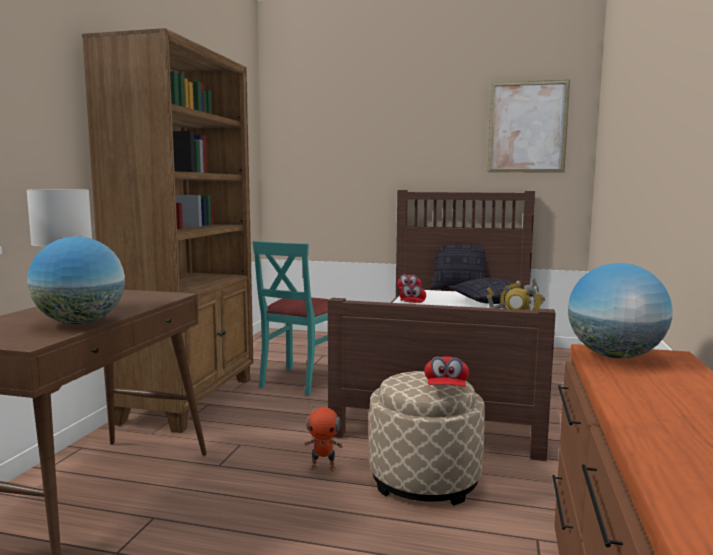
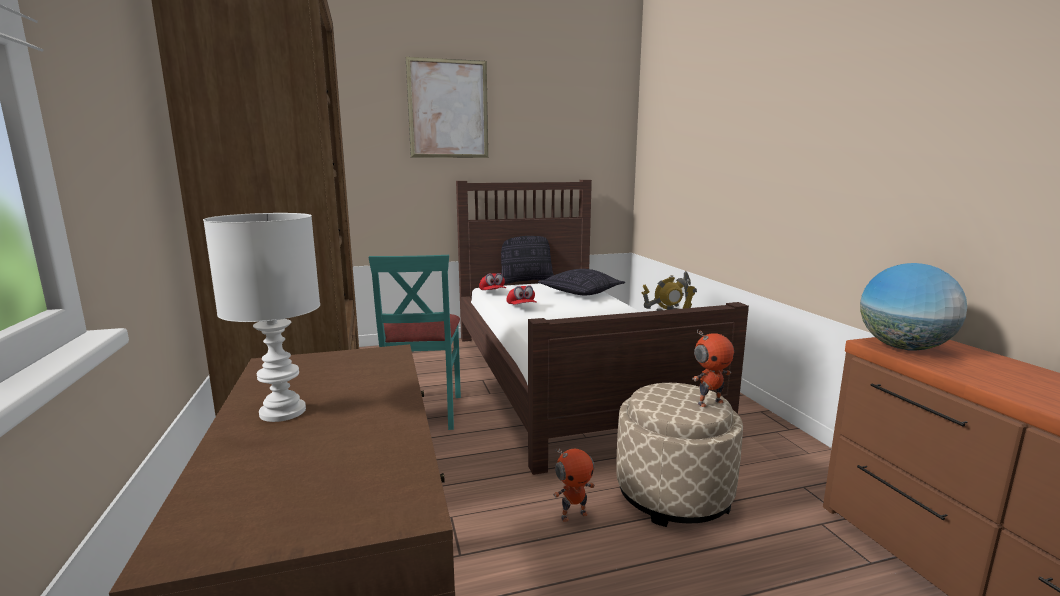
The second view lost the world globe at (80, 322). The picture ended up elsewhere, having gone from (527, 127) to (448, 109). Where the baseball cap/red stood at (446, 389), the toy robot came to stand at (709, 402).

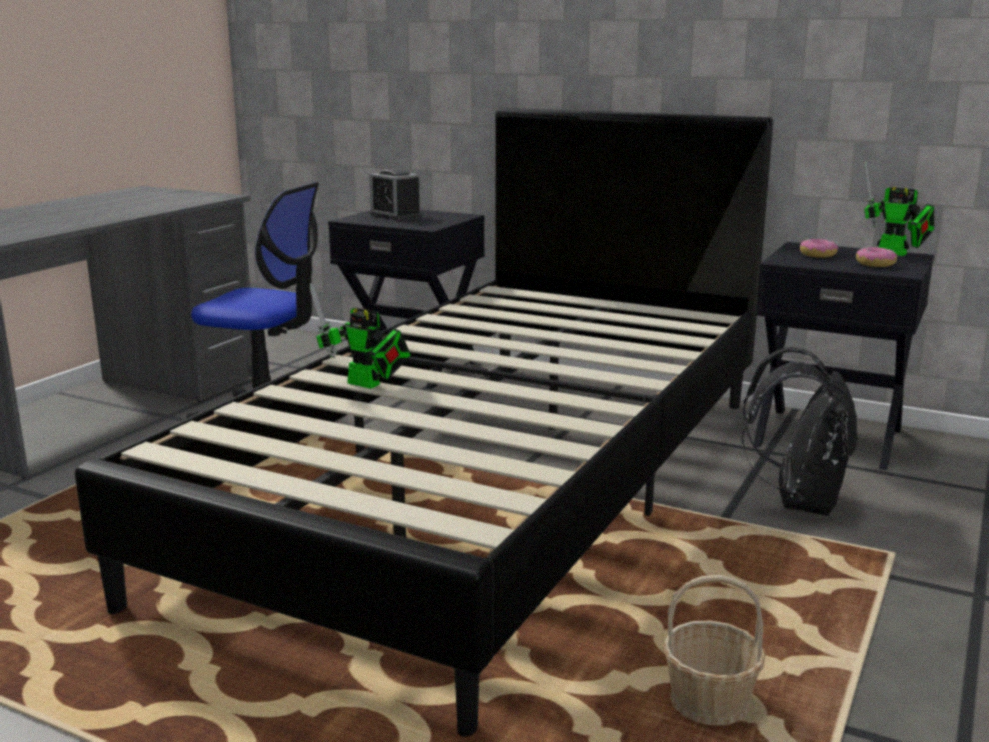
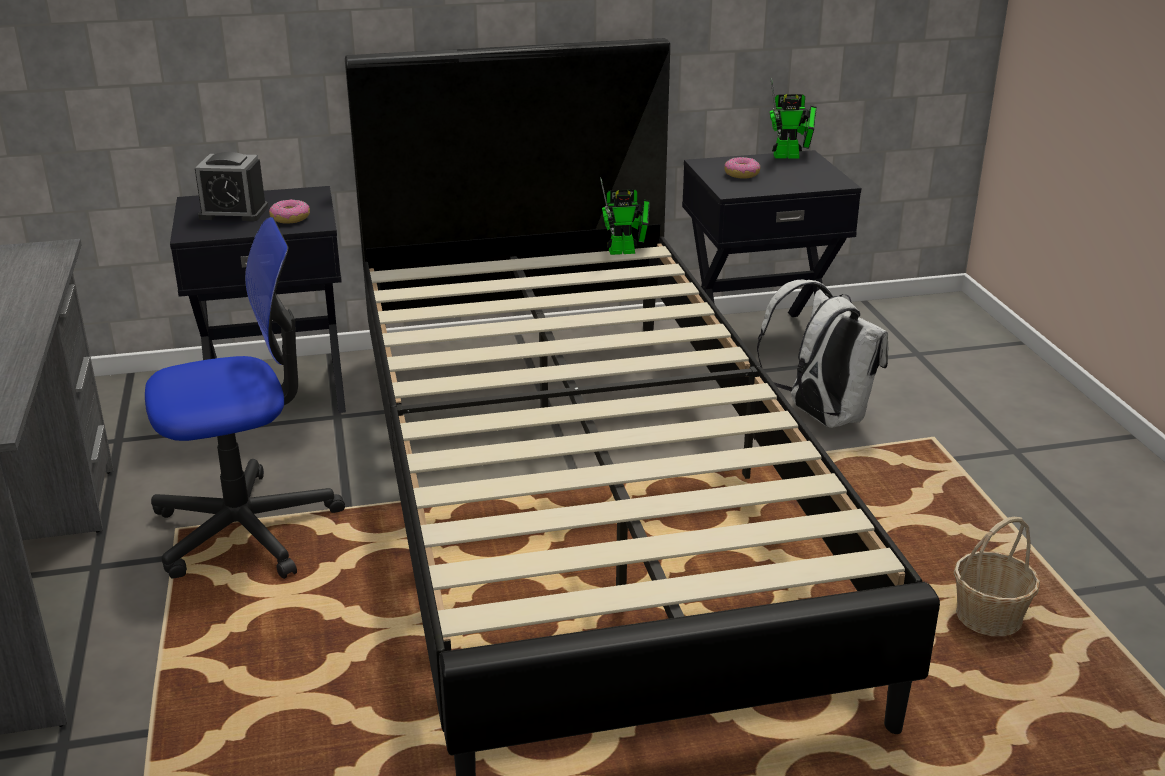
The toy robot ended up elsewhere, having gone from (368, 385) to (626, 251). The ring doughnut ended up elsewhere, having gone from (875, 264) to (290, 218). What was the rucksack/black-coloured at (799, 502) turned into the rucksack/whitish at (820, 416).

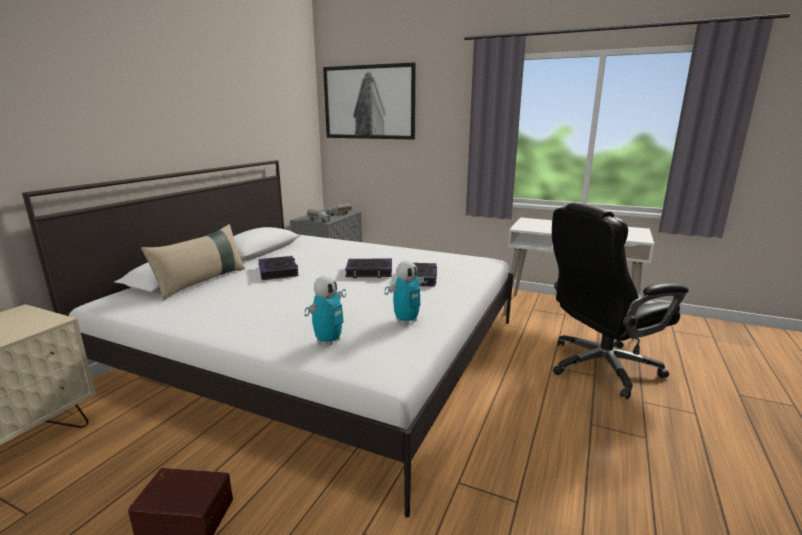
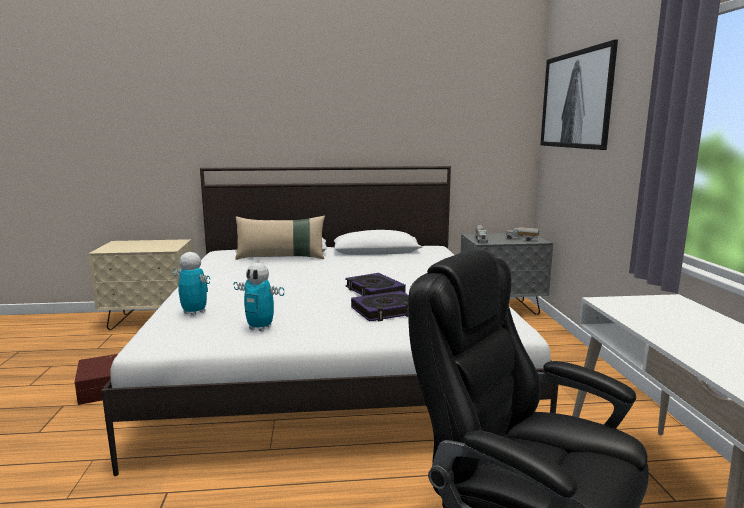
The second view lost the bound book at (278, 271). The toy robot at (328, 341) ended up facing another way, 150 degrees counterclockwise from before.

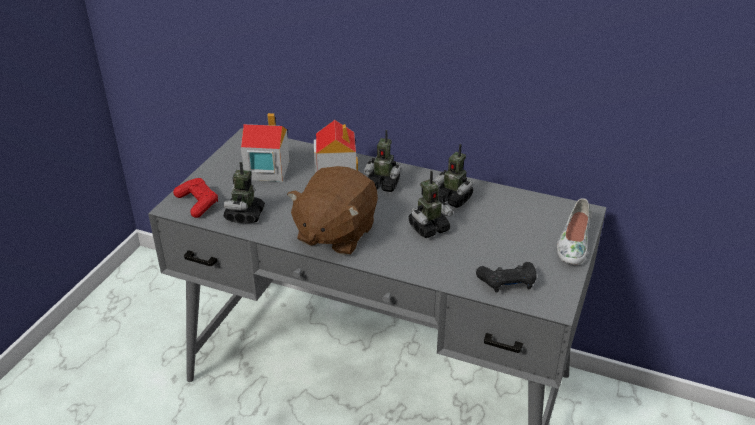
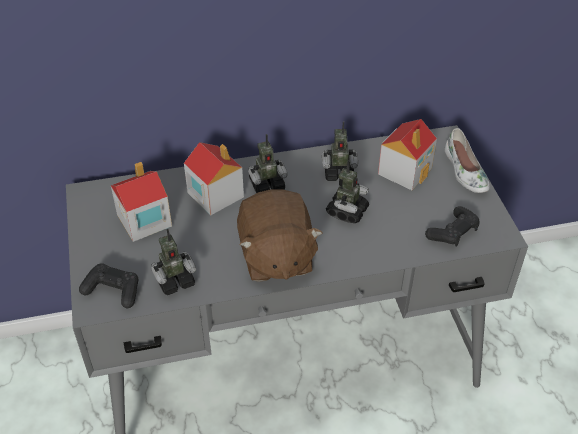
The second view gained the miniature house at (405, 170). What was the game controller/red at (197, 203) turned into the game controller/black-coloured at (113, 290). The toy robot at (245, 215) ended up facing another way, 90 degrees counterclockwise from before.

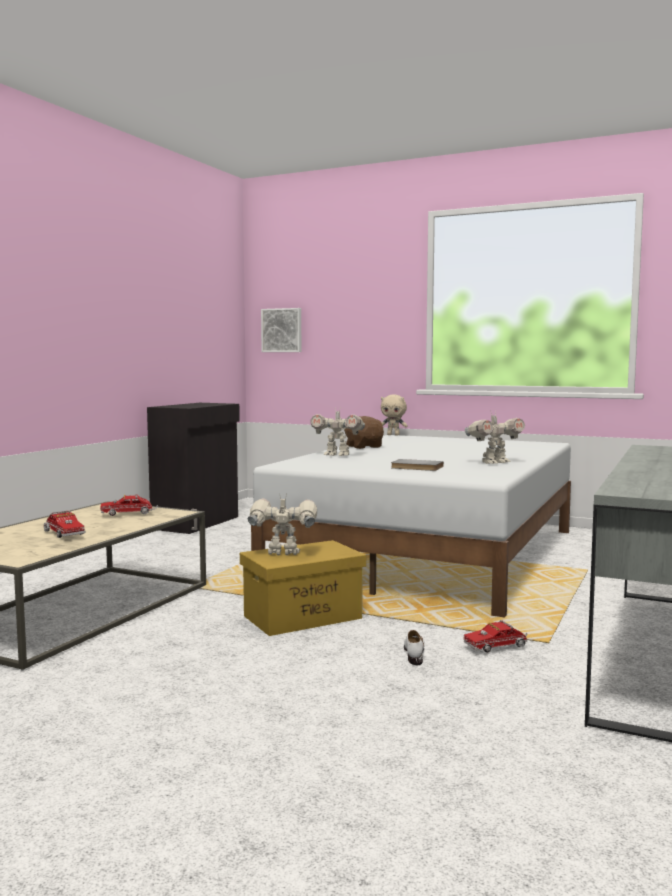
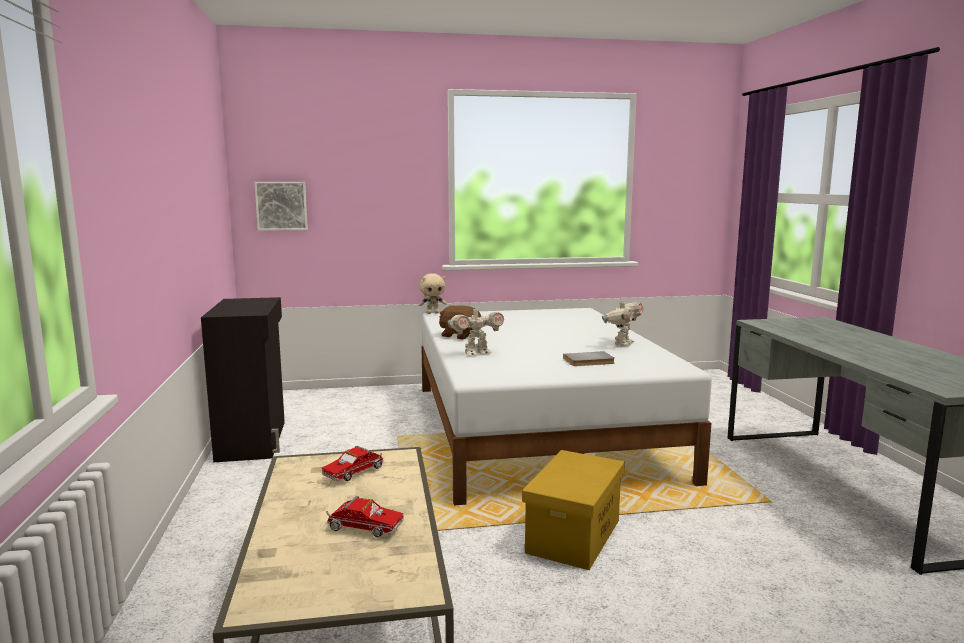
The second view lost the toy robot at (283, 554). The second view lost the low shoe/whitish at (414, 653). The second view lost the toy truck at (497, 647).

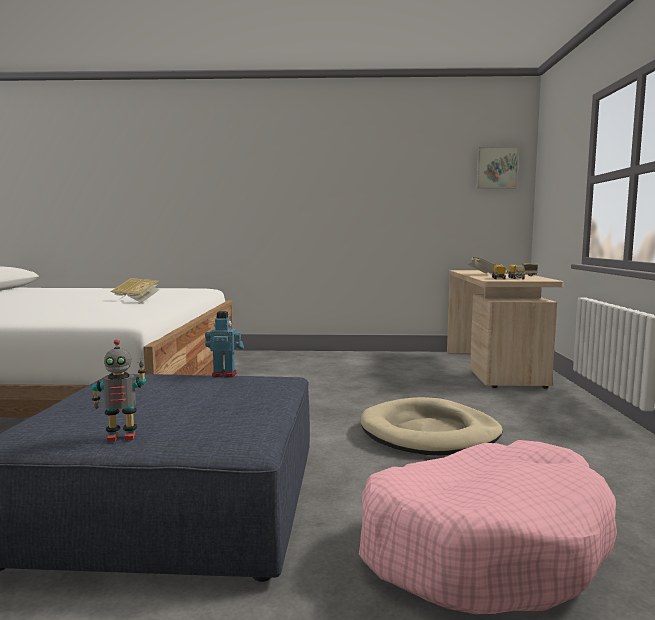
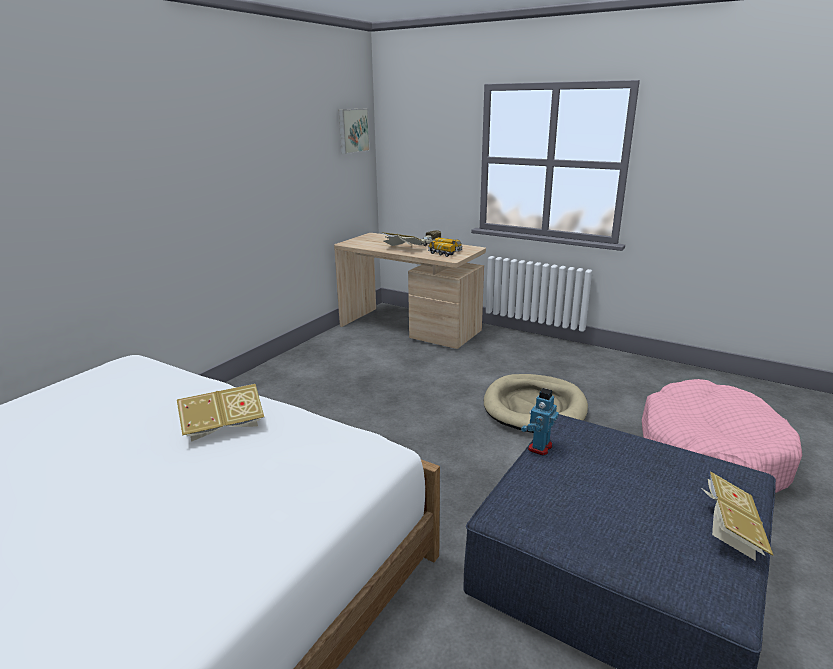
Where the toy robot stood at (121, 437), the bound book came to stand at (730, 531).

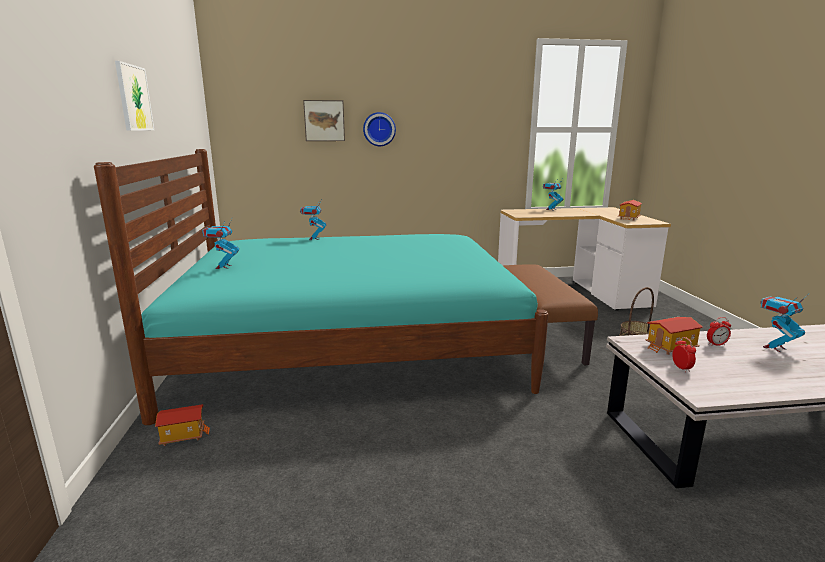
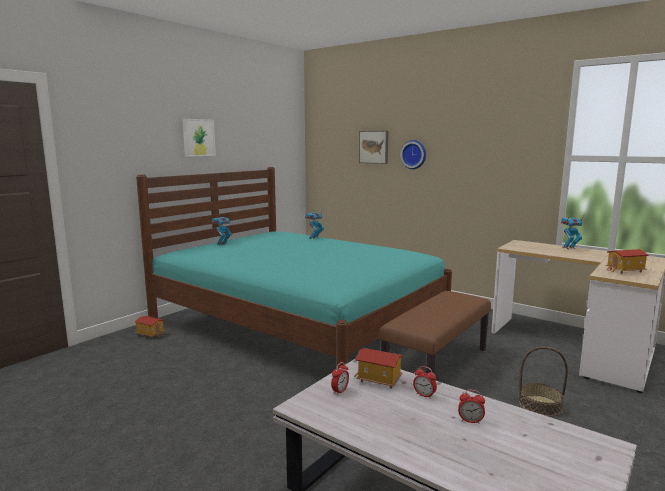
Where the toy robot stood at (774, 348), the bedside clock came to stand at (470, 421).

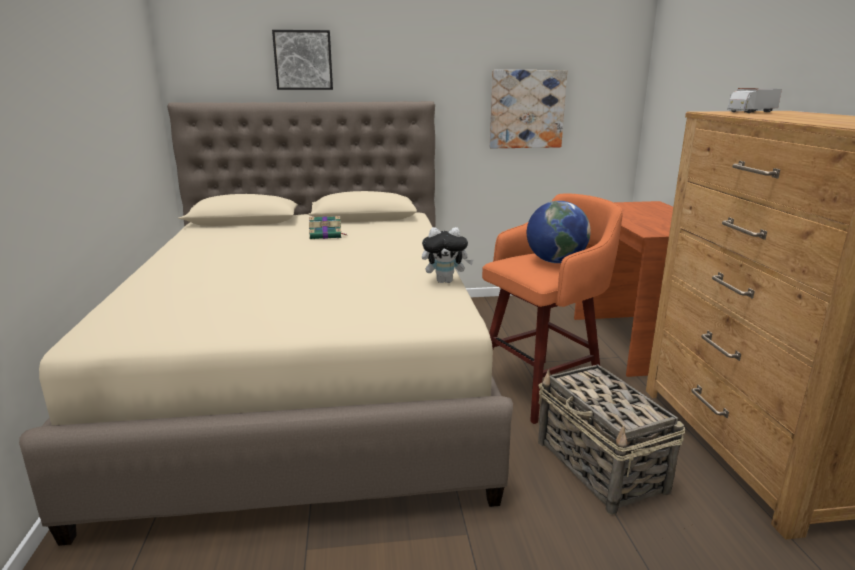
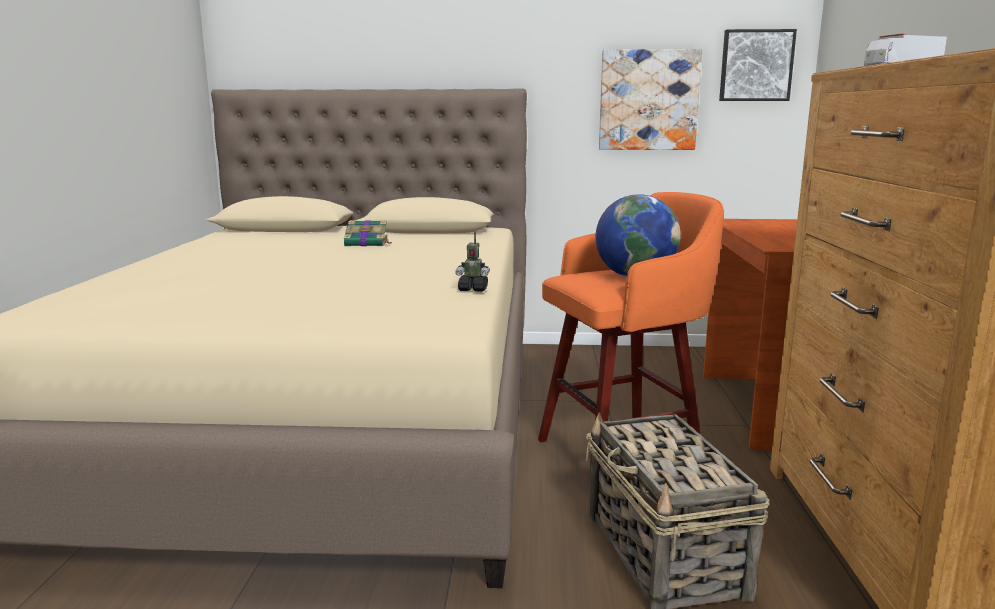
The picture ended up elsewhere, having gone from (303, 60) to (756, 66). Where the cuddly toy stood at (445, 281), the toy robot came to stand at (473, 289).

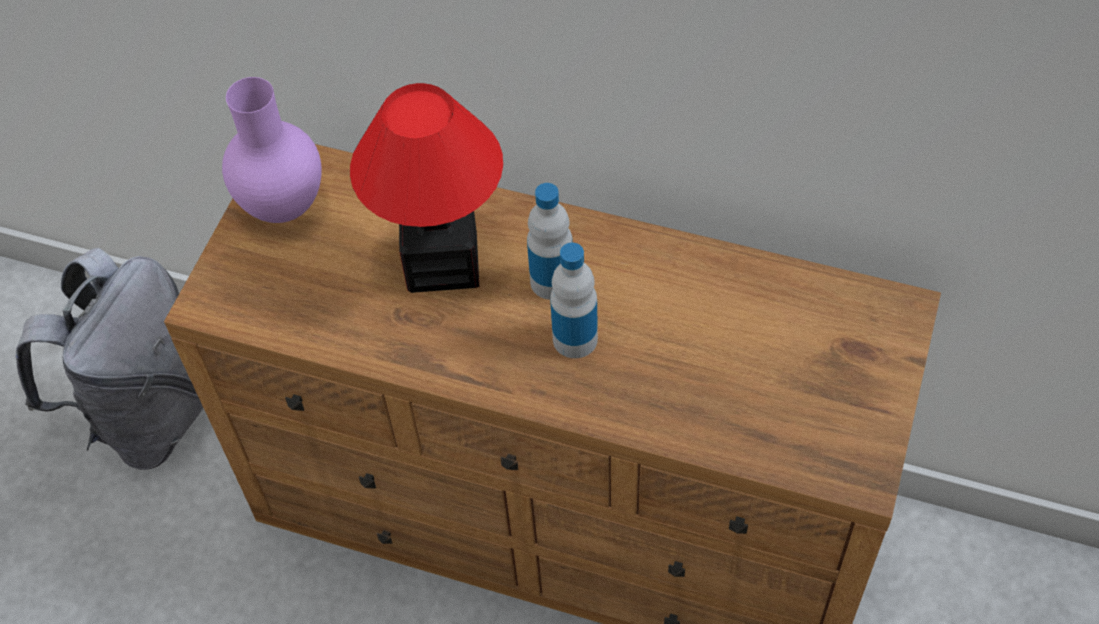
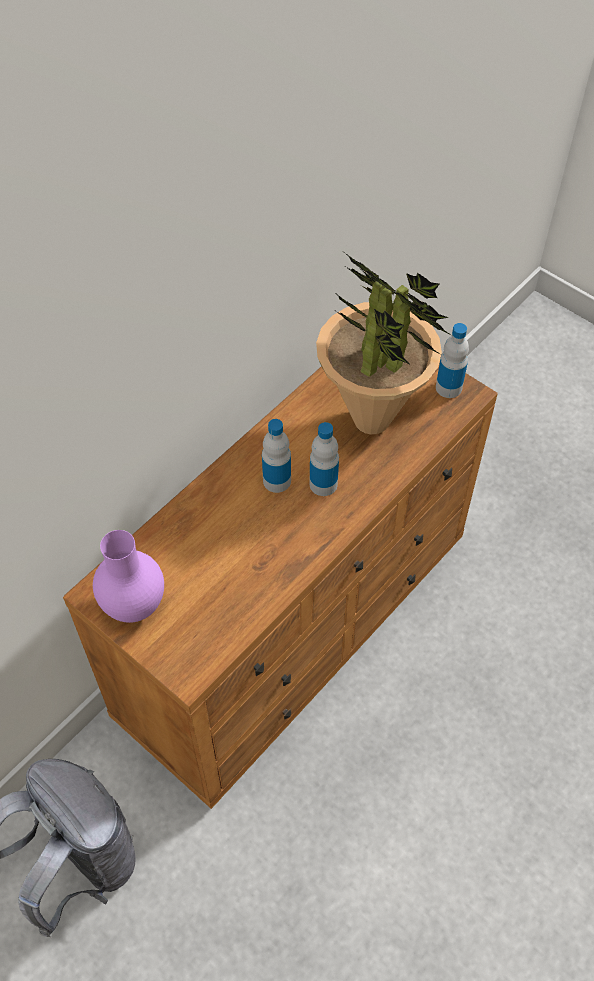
The second view lost the tabletop lamp at (441, 262). The second view gained the plant in a pot at (372, 420). The second view gained the beverage bottle at (448, 387).

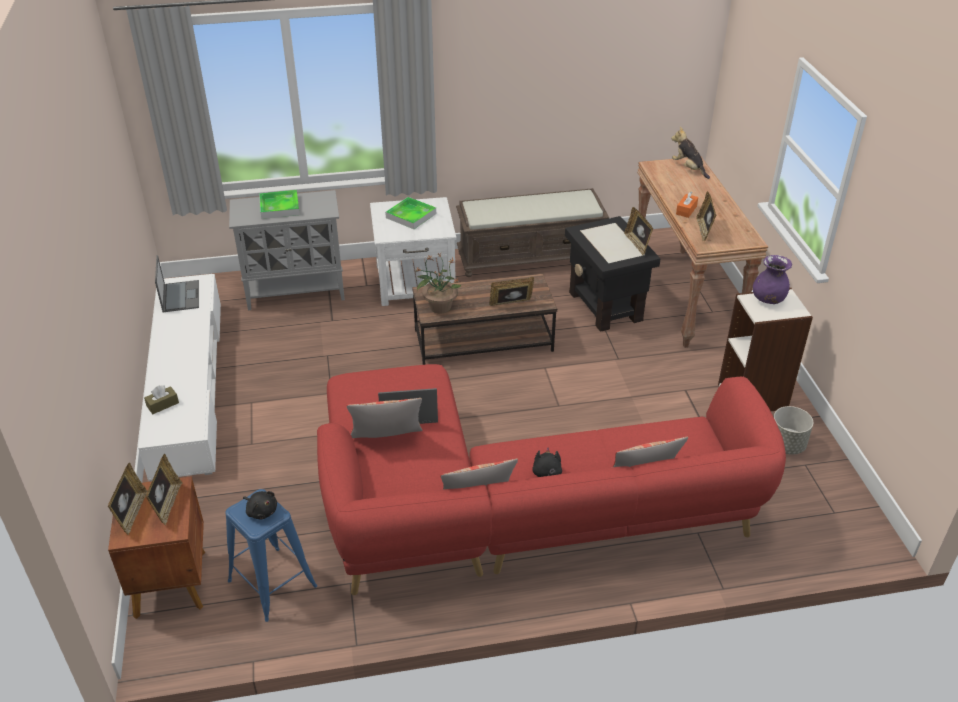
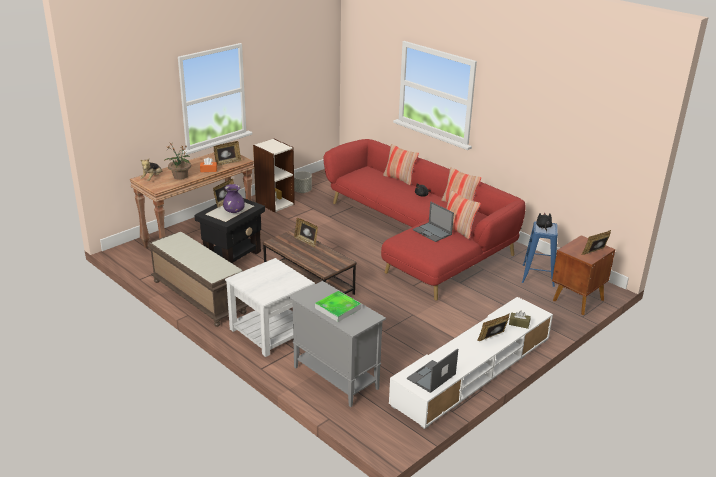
The second view lost the tray at (411, 215). The picture frame ended up elsewhere, having gone from (167, 504) to (492, 338). The plant in a pot ended up elsewhere, having gone from (440, 306) to (180, 177). The flower vase/purple ended up elsewhere, having gone from (768, 299) to (234, 211).

